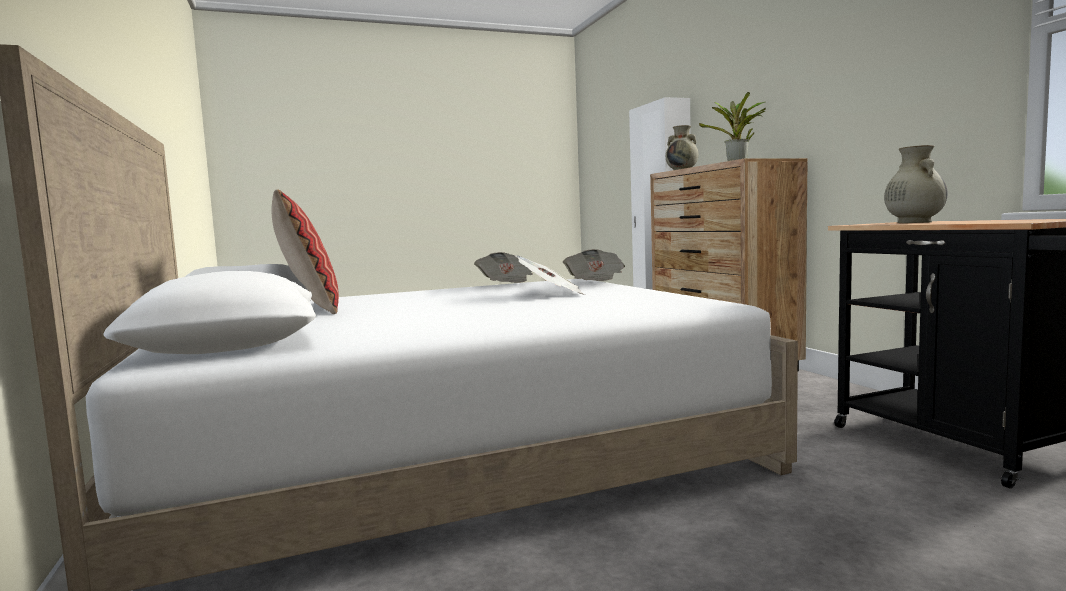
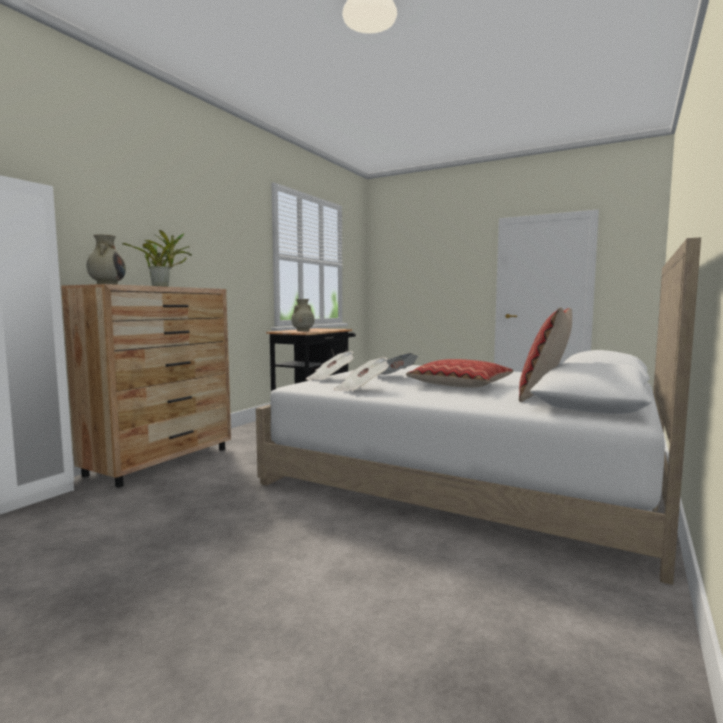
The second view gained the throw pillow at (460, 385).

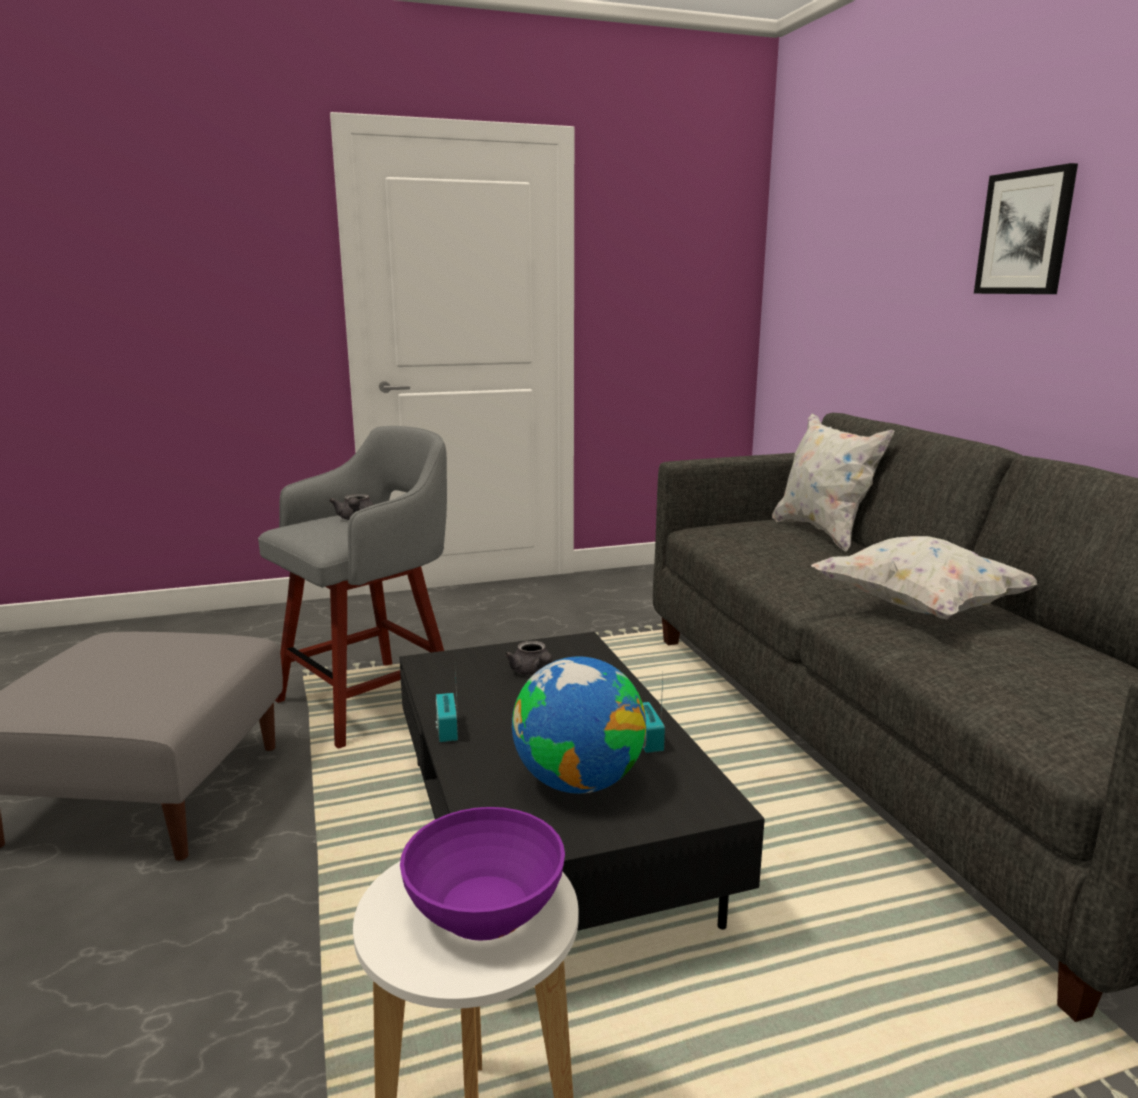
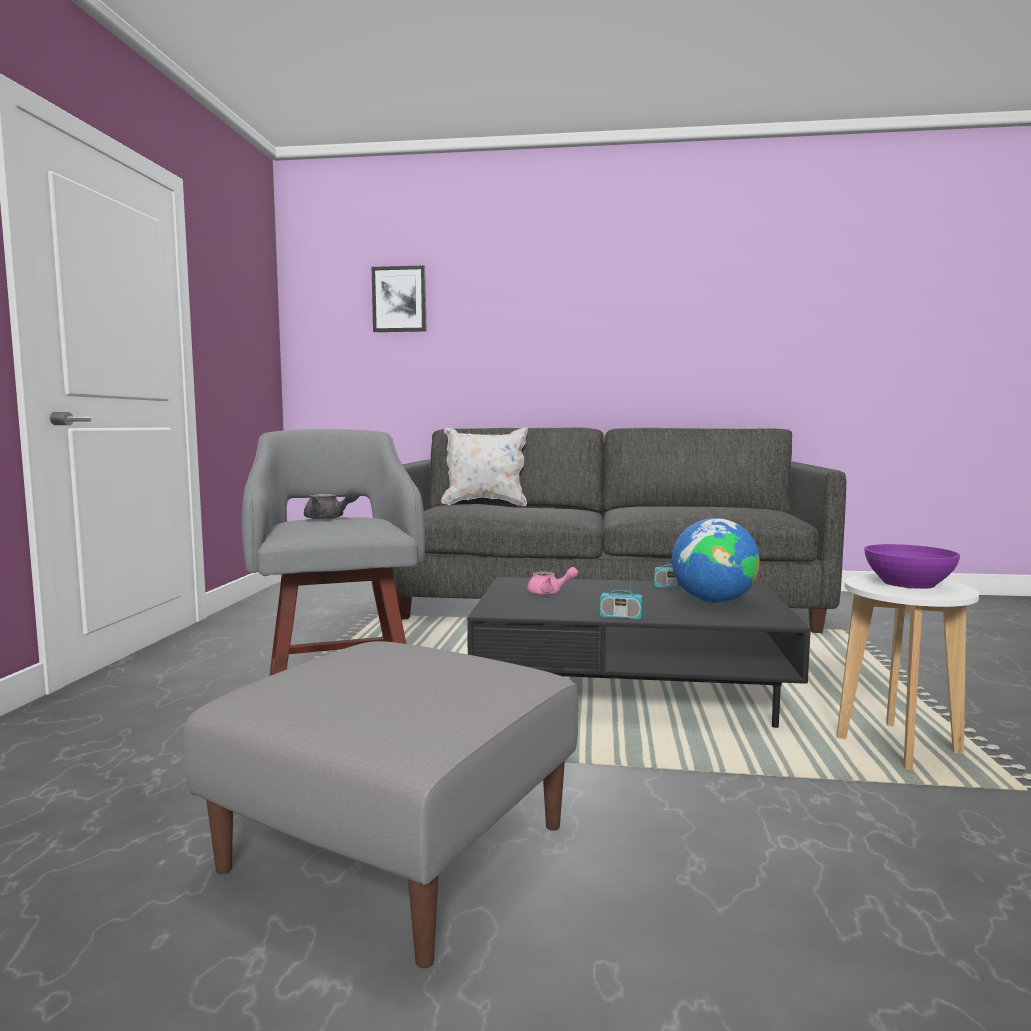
The second view lost the throw pillow/whitish at (918, 609). The picture ended up elsewhere, having gone from (1025, 233) to (399, 299). What was the tea pot/greyish at (533, 672) turned into the tea pot/pink at (549, 593).

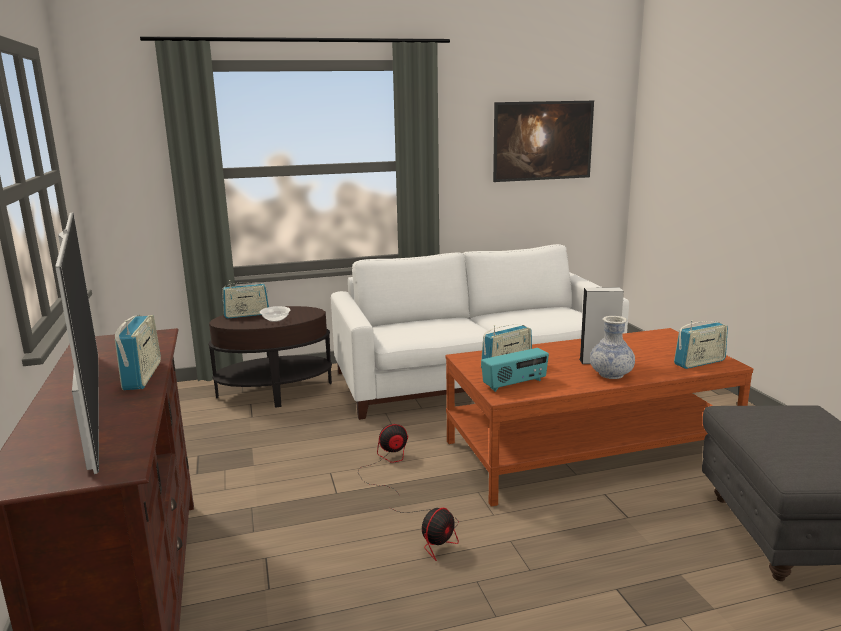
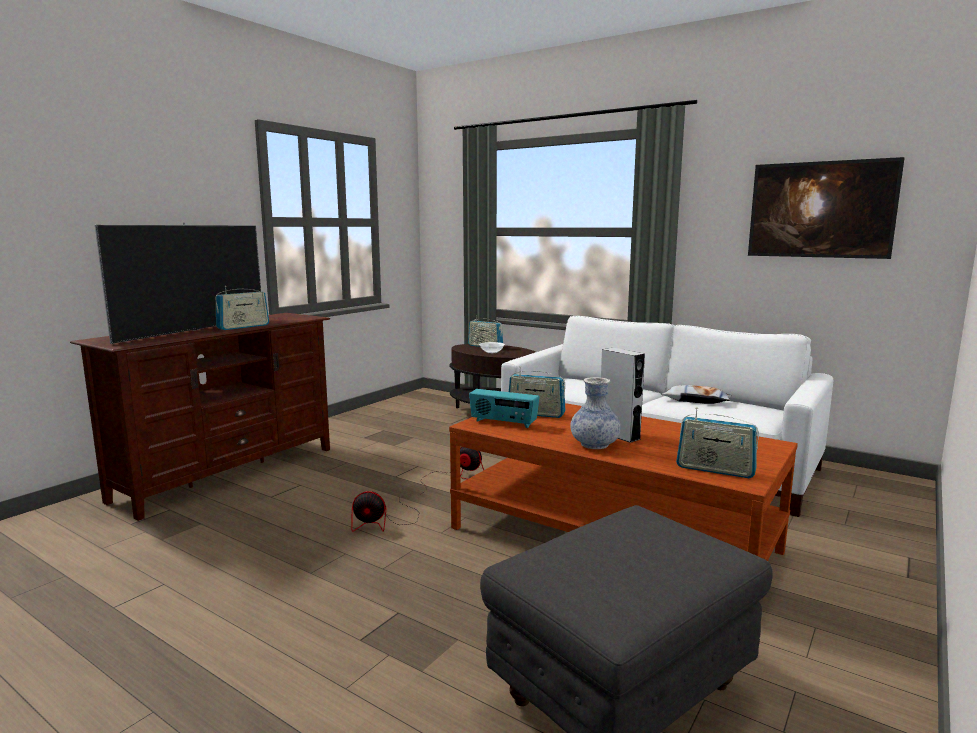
The second view gained the throw pillow at (696, 401).

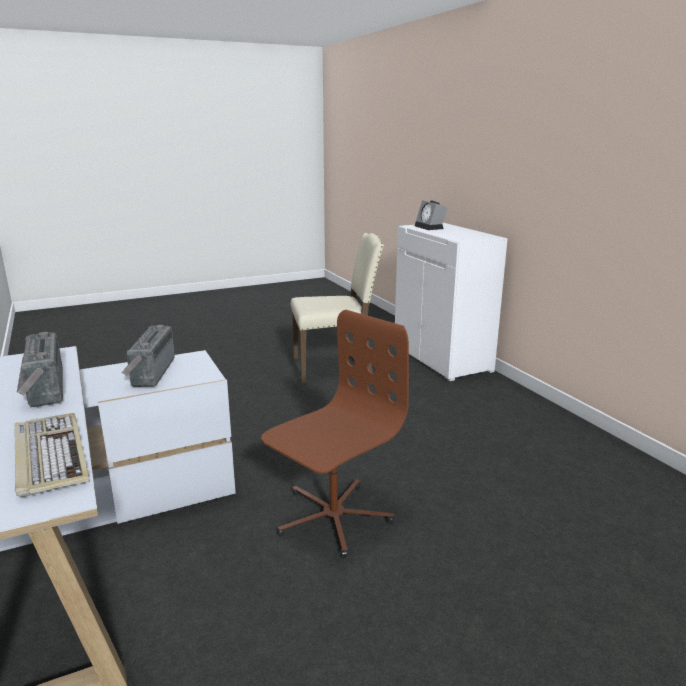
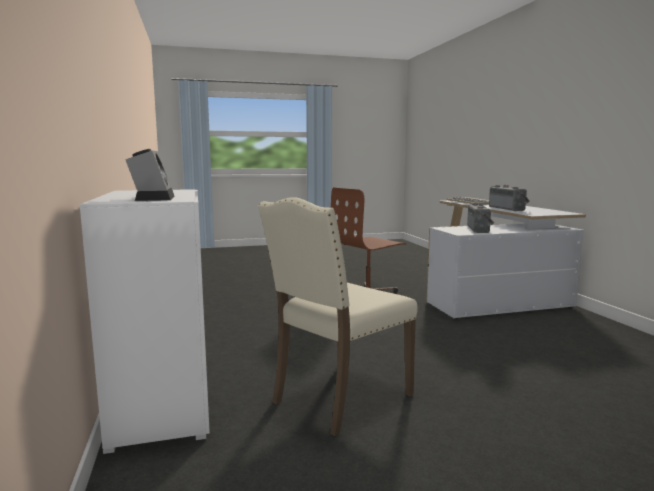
The plain chair/sand-coloured at (334, 366) ended up facing another way, 45 degrees counterclockwise from before.

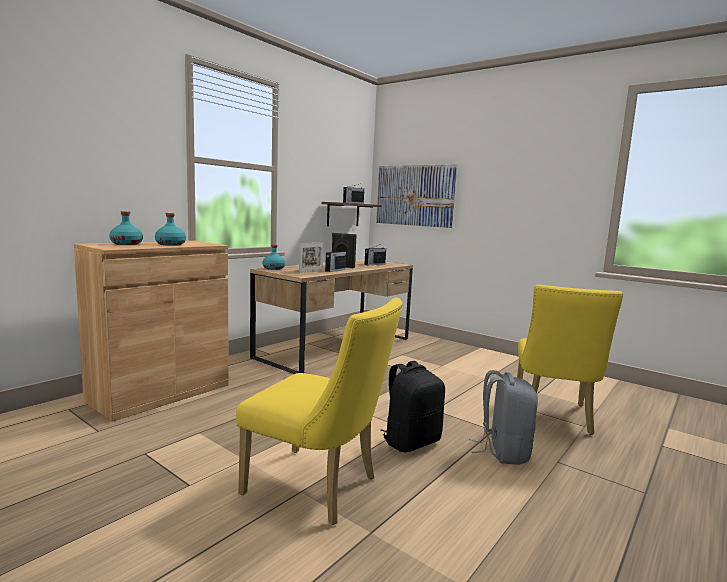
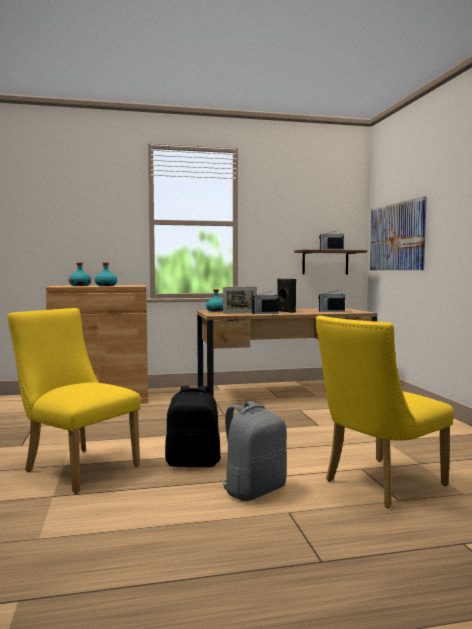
The plain chair/yellowish at (319, 488) ended up facing another way, 150 degrees clockwise from before.

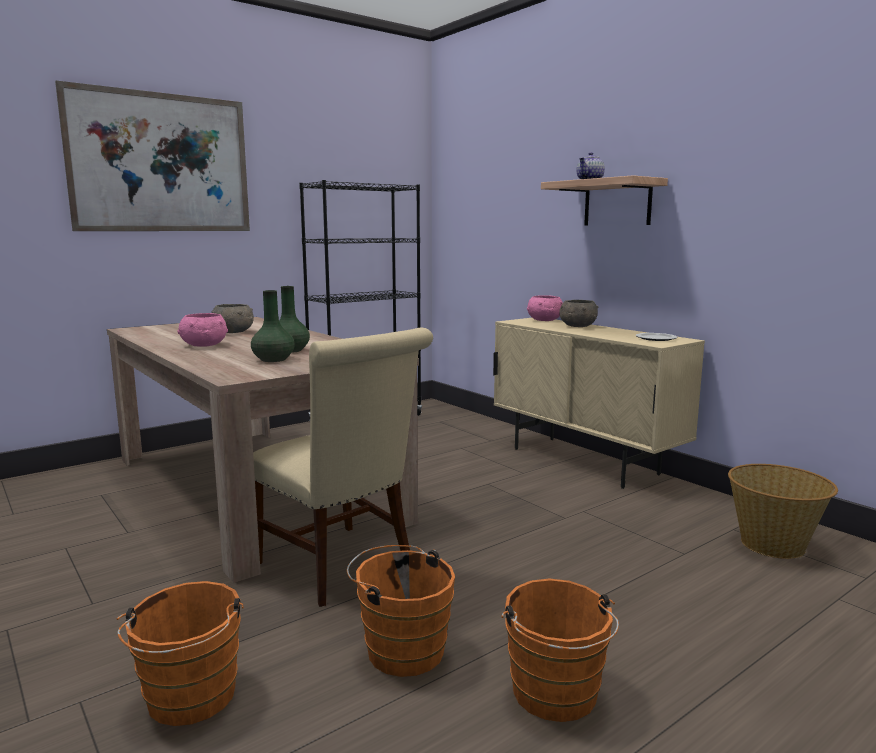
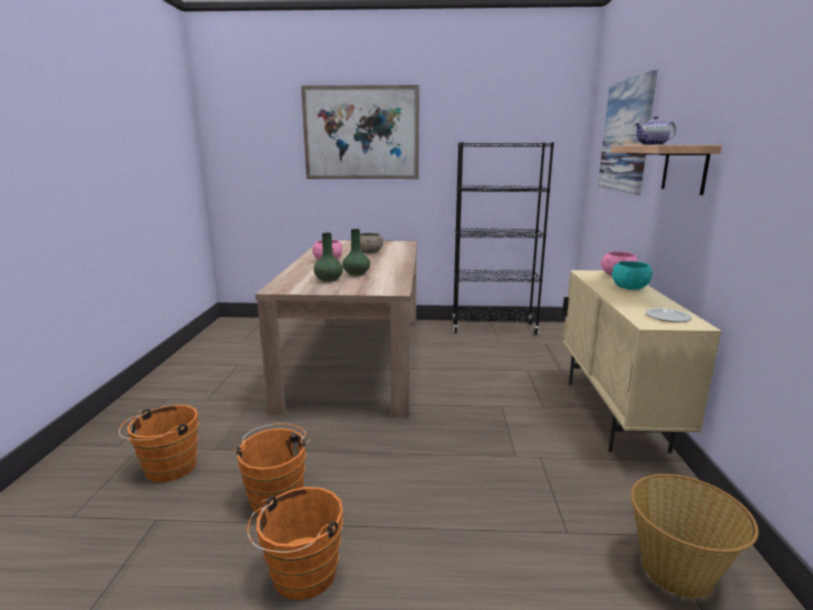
The second view lost the plain chair/sand-coloured at (341, 567). The second view gained the picture at (626, 135). What was the deep dish/greyish at (577, 326) turned into the deep dish/blue-green at (629, 288).

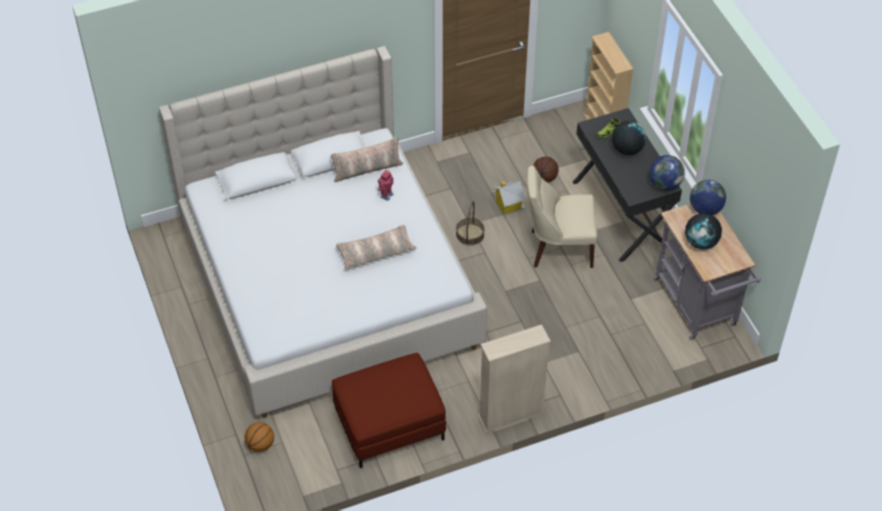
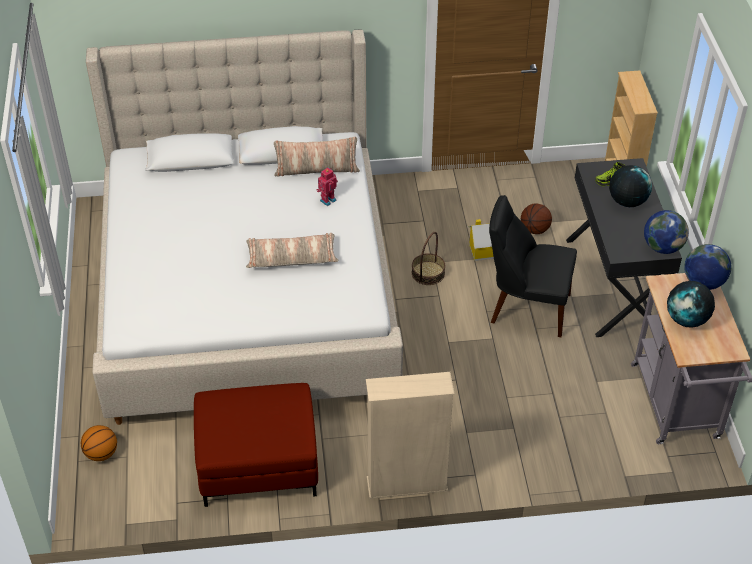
What was the plain chair/sand-coloured at (558, 248) turned into the plain chair/black-coloured at (526, 308).

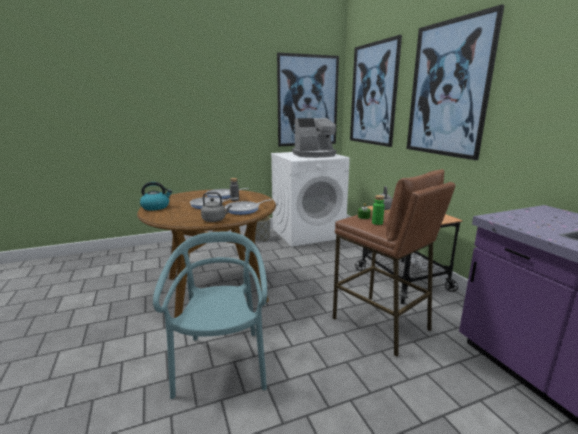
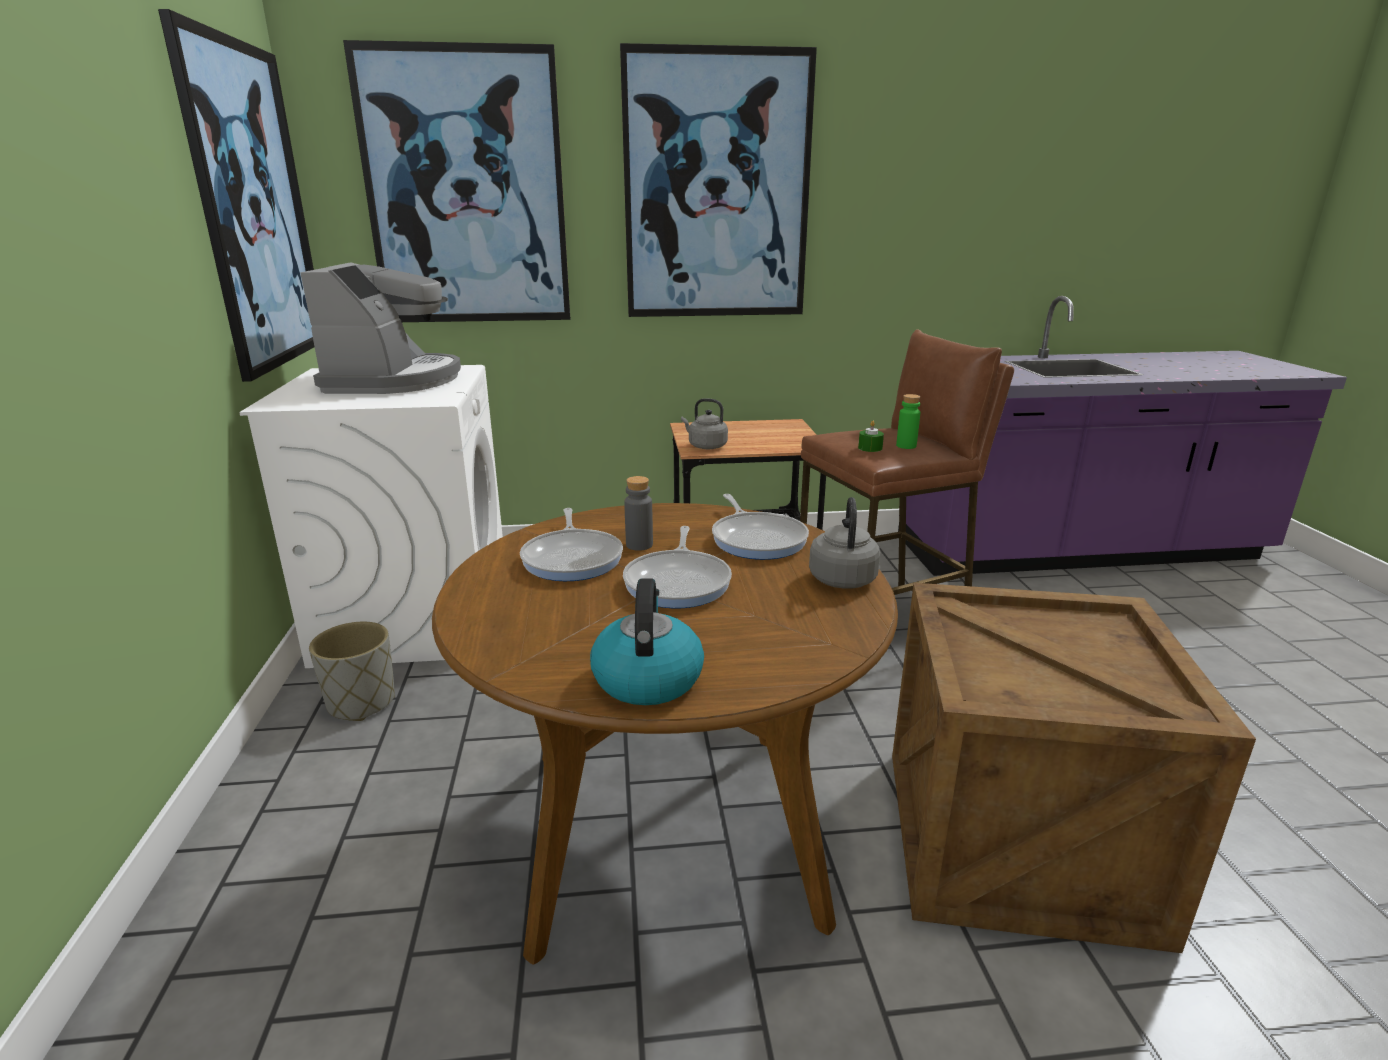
Where the plain chair/blue-green stood at (222, 363), the packing crate came to stand at (1010, 837).

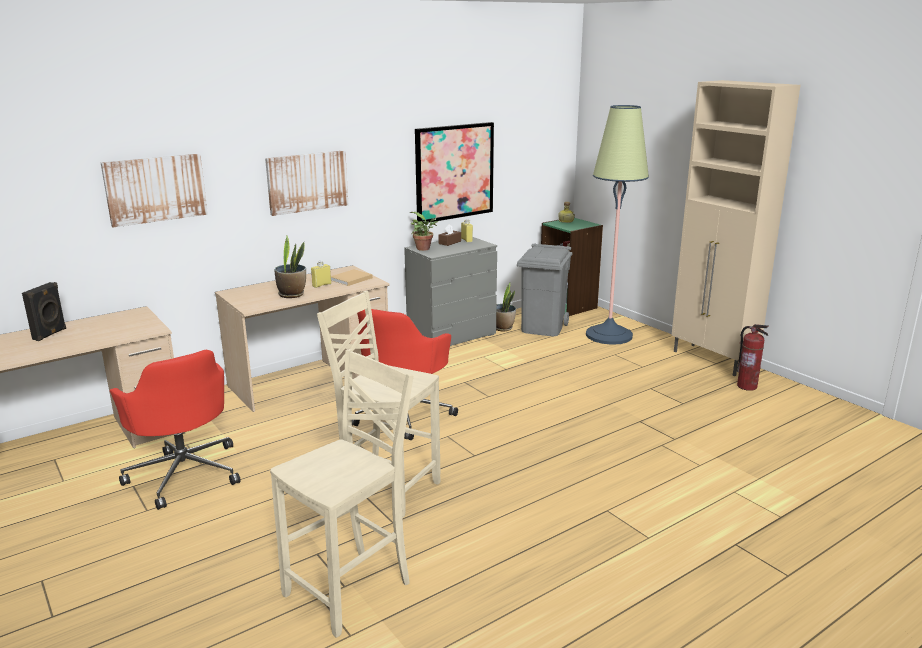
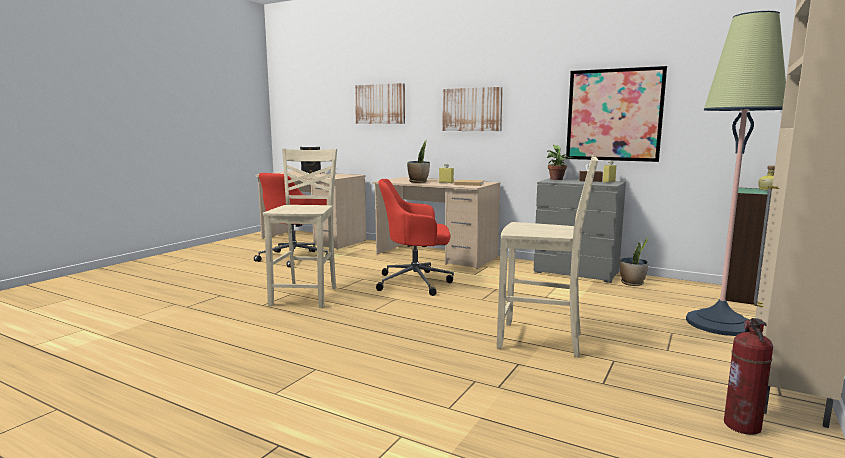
The second view lost the trash can/greyish at (543, 328). The plain chair/sand-coloured ended up elsewhere, having gone from (351, 589) to (542, 341).

